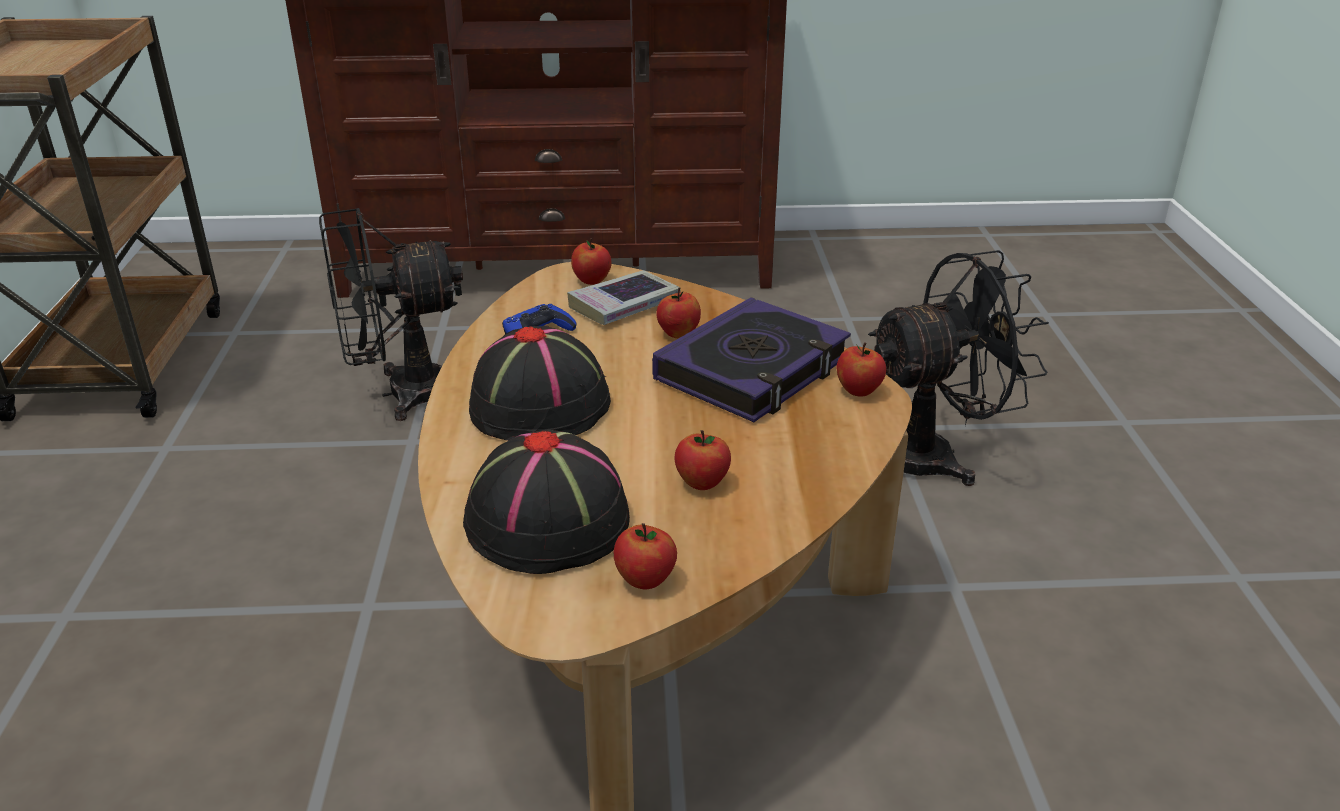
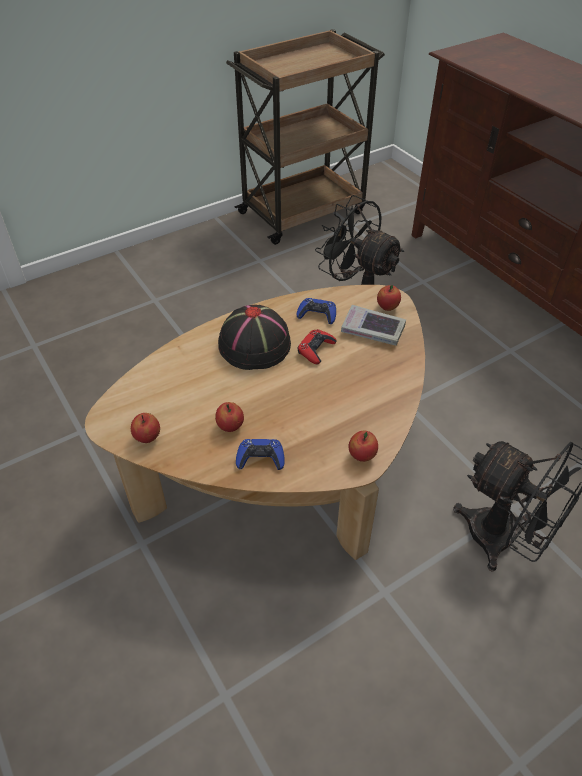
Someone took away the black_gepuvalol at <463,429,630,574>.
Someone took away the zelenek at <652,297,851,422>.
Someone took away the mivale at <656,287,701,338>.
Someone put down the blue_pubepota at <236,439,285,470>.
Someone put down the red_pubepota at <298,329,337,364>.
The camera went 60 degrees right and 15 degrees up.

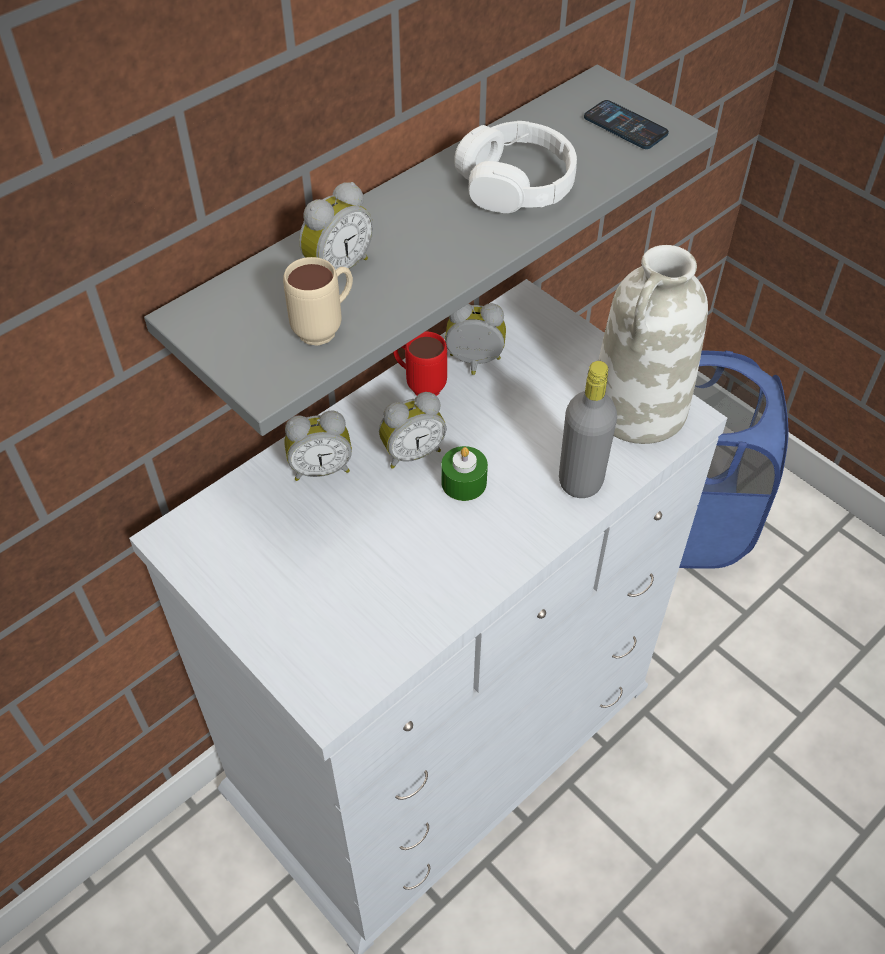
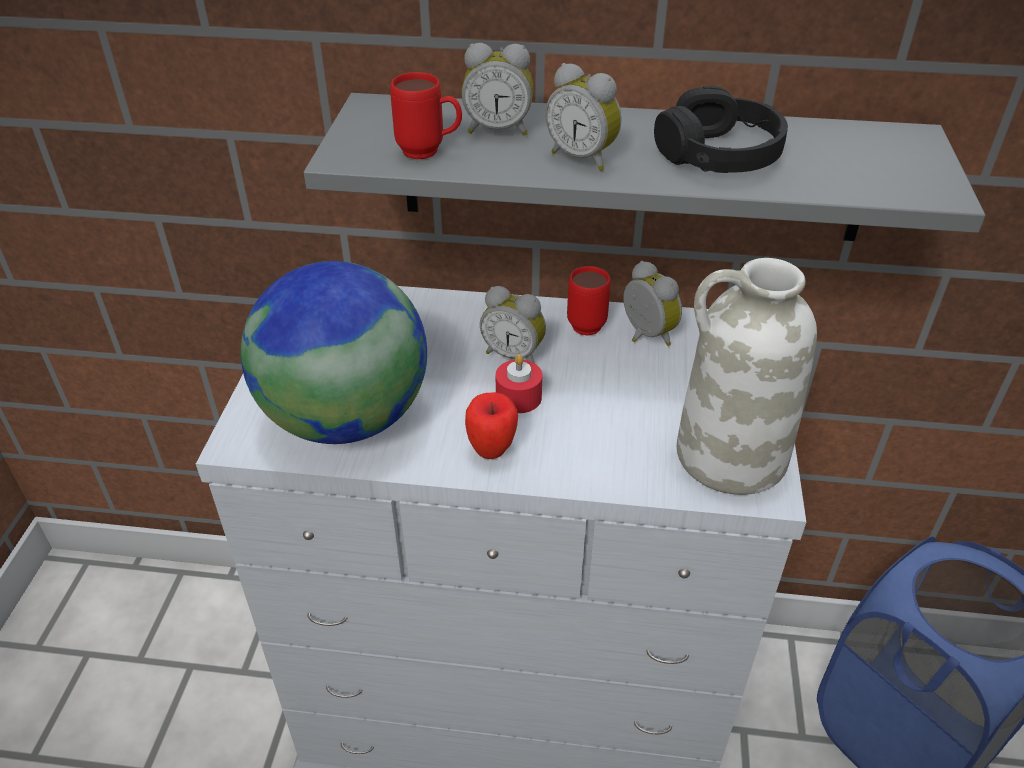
Someone took away the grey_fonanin at <559,361,617,498>.
Someone took away the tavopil at <584,100,669,149>.
Someone put down the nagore at <241,261,427,444>.
Someone put down the mivale at <465,392,518,459>.
Someone carried the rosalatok from <284,411,352,481> to <545,63,621,171>.
Someone repainted the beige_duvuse at <283,257,353,345>, which became the red_duvuse at <390,72,462,159>.
Someone repainted the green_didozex at <441,446,488,501>, which became the red_didozex at <496,354,542,413>.
Someone repainted the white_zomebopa at <454,121,577,213>, which became the black_zomebopa at <654,86,788,173>.
The camera went 50 degrees right and 10 degrees down.

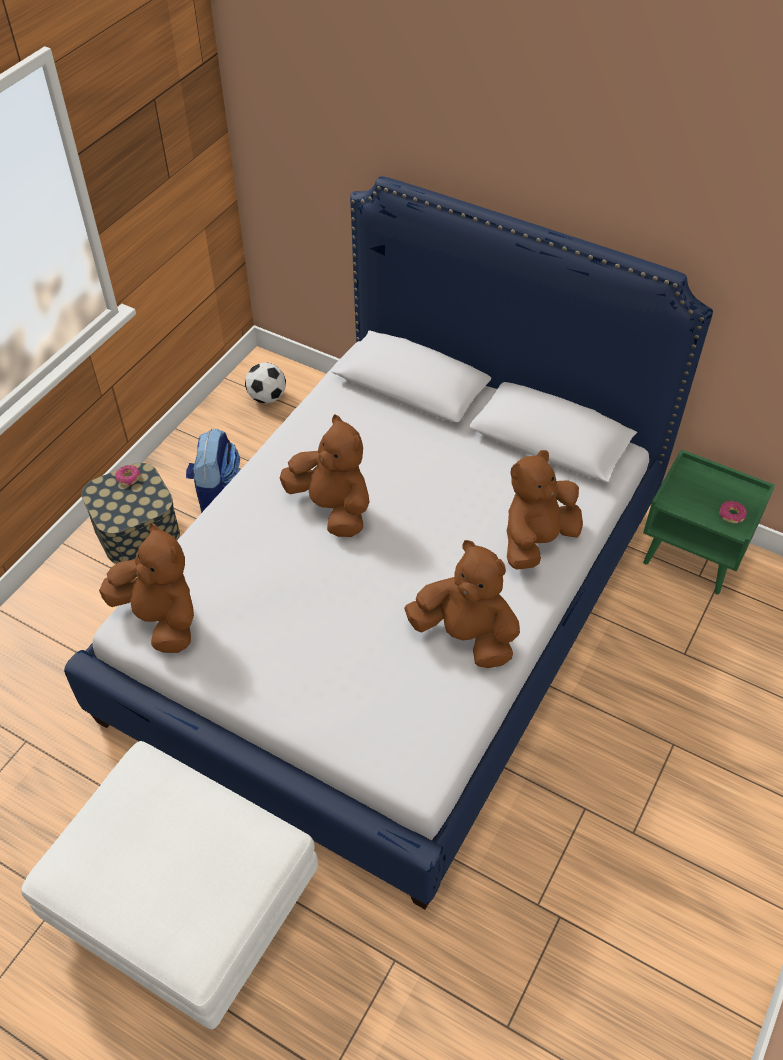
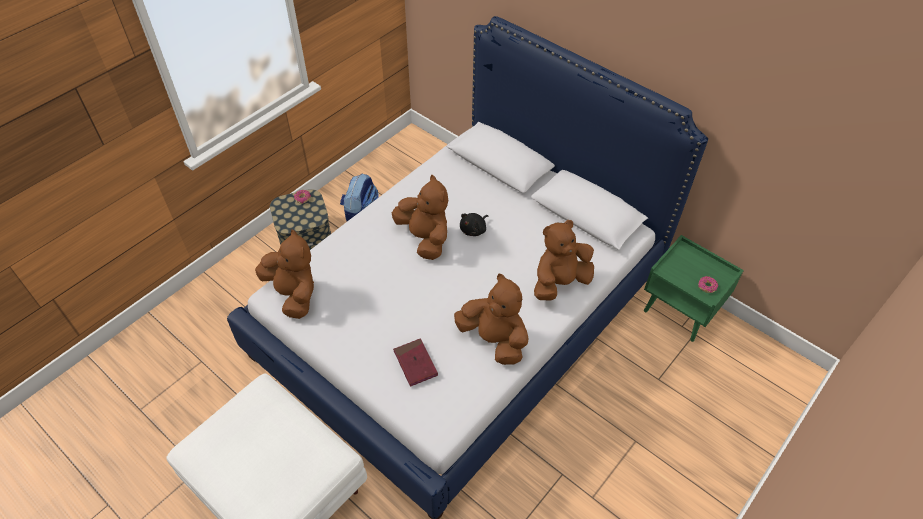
Someone took away the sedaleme at <245,362,286,404>.
Someone put down the red_zelenek at <393,338,438,387>.
Someone put down the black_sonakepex at <460,213,488,236>.
The camera went 10 degrees right and 0 degrees up.

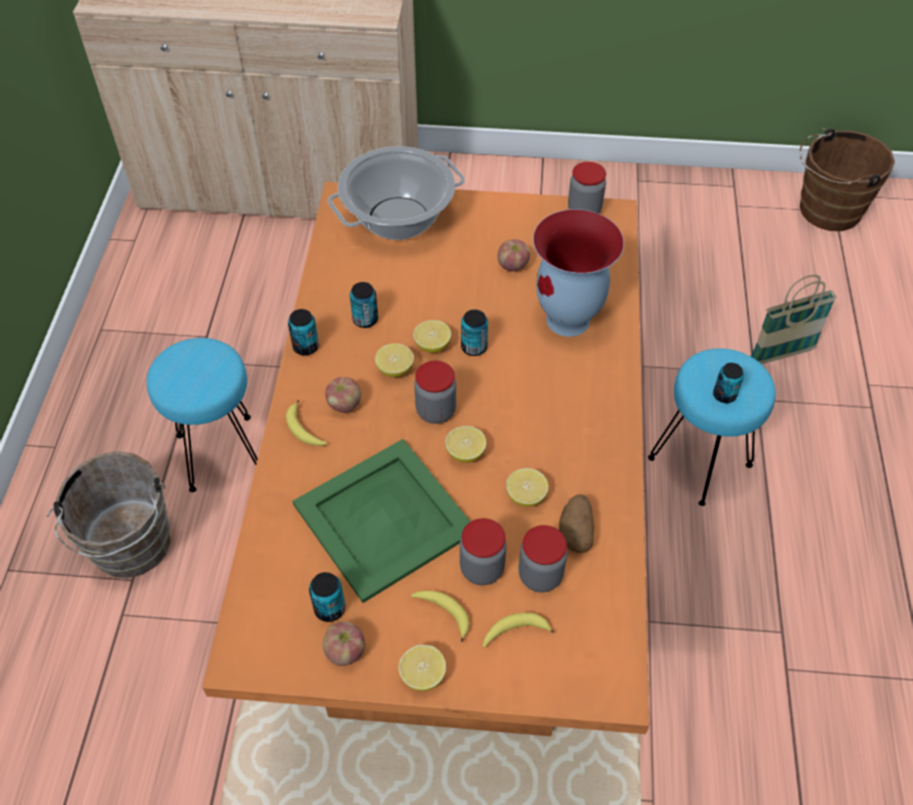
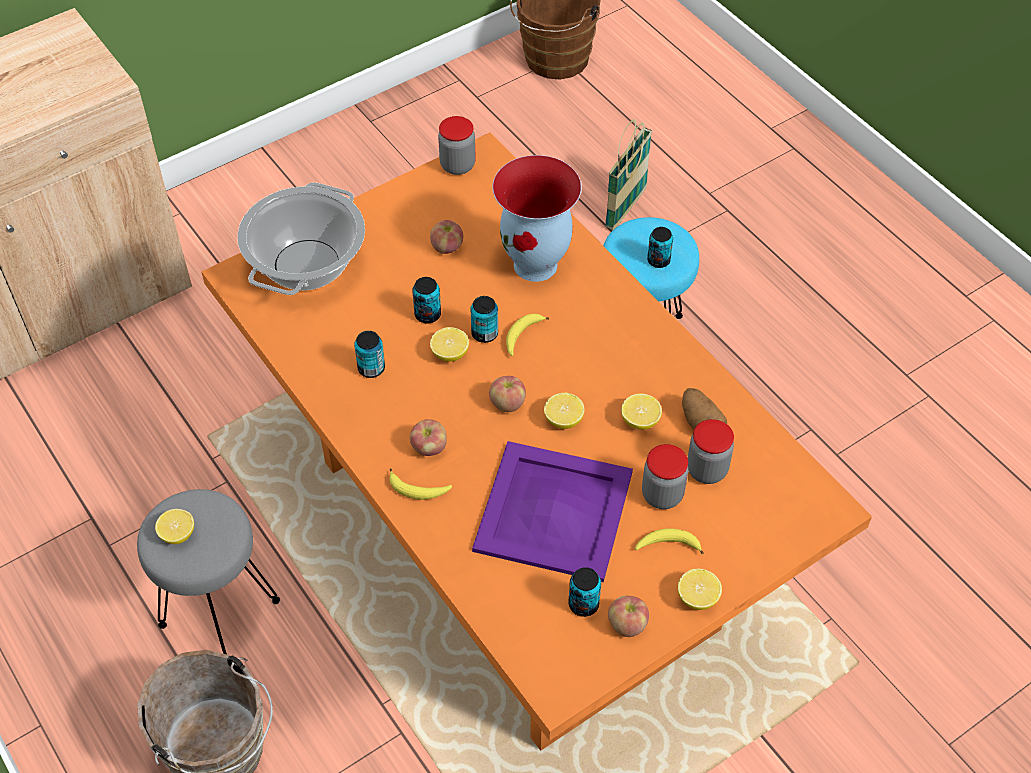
Someone carried the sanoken from <288,309,319,355> to <412,277,441,323>.
Someone carried the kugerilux from <375,343,414,377> to <155,509,194,544>.
Someone carried the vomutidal from <483,613,555,647> to <506,314,549,356>.
Someone swapped the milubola at <414,361,456,424> for the mivale at <489,376,526,412>.
Someone repainted the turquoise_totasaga at <147,338,258,492>, which became the grey_totasaga at <137,489,280,654>.
Someone repainted the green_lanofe at <292,439,471,603>, which became the purple_lanofe at <472,441,633,582>.
The camera went 40 degrees left and 0 degrees up.

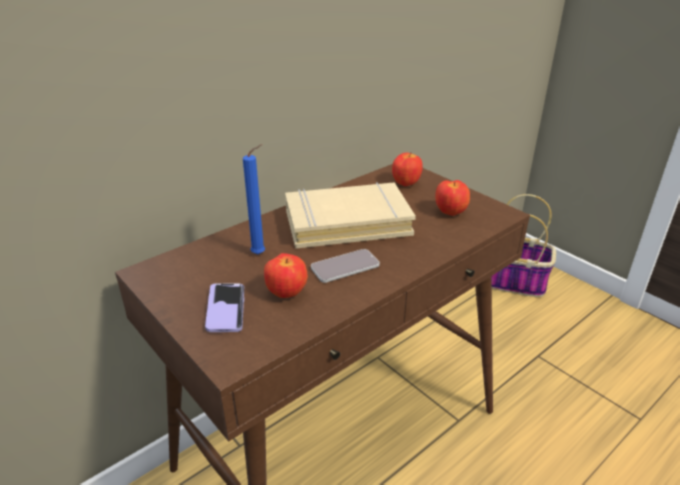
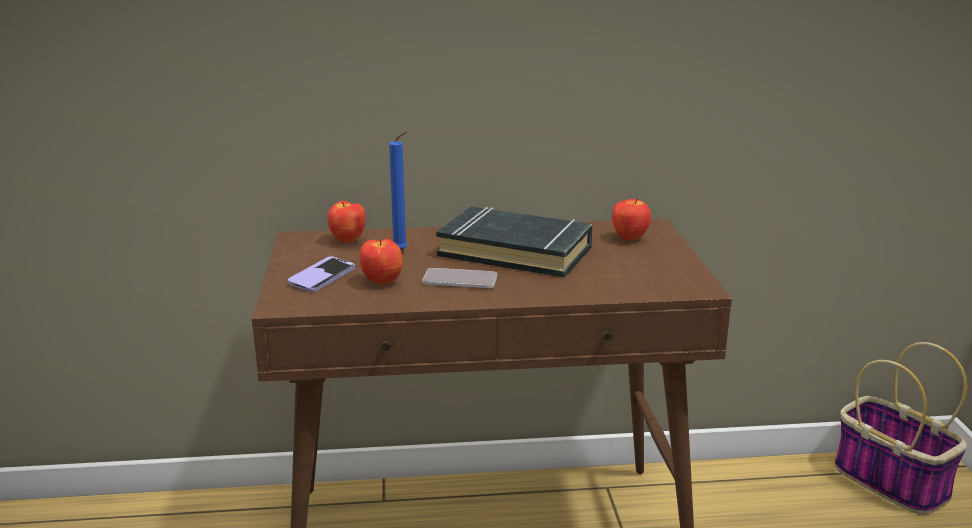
Someone carried the mivale from <435,180,470,216> to <327,201,366,242>.
Someone repainted the beige_zelenek at <285,182,416,249>, which became the black_zelenek at <436,207,592,277>.
The camera went 35 degrees right and 10 degrees down.

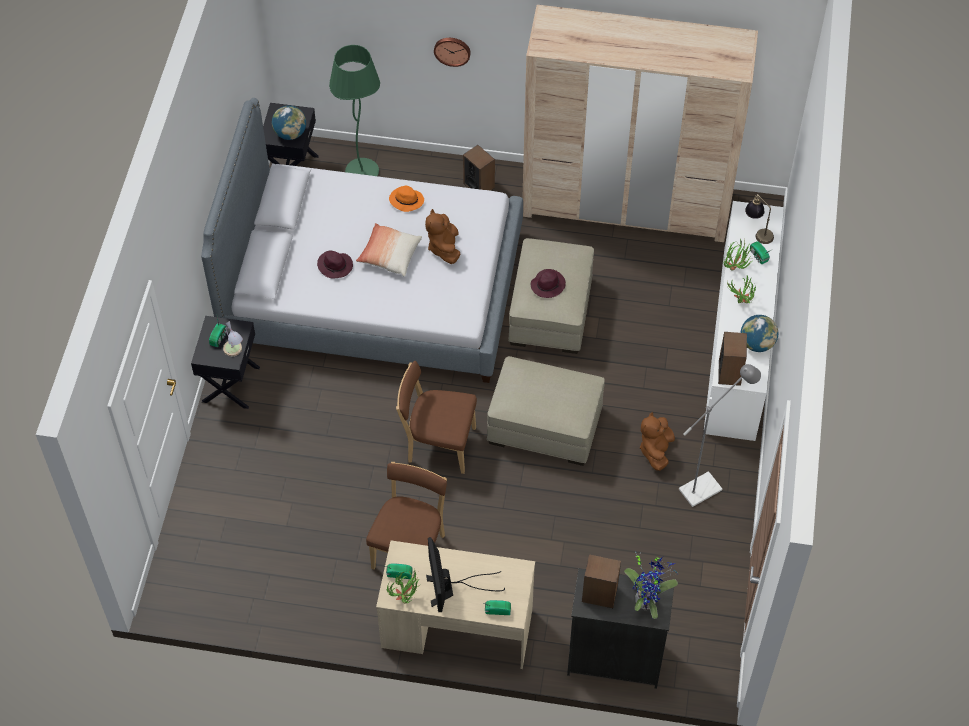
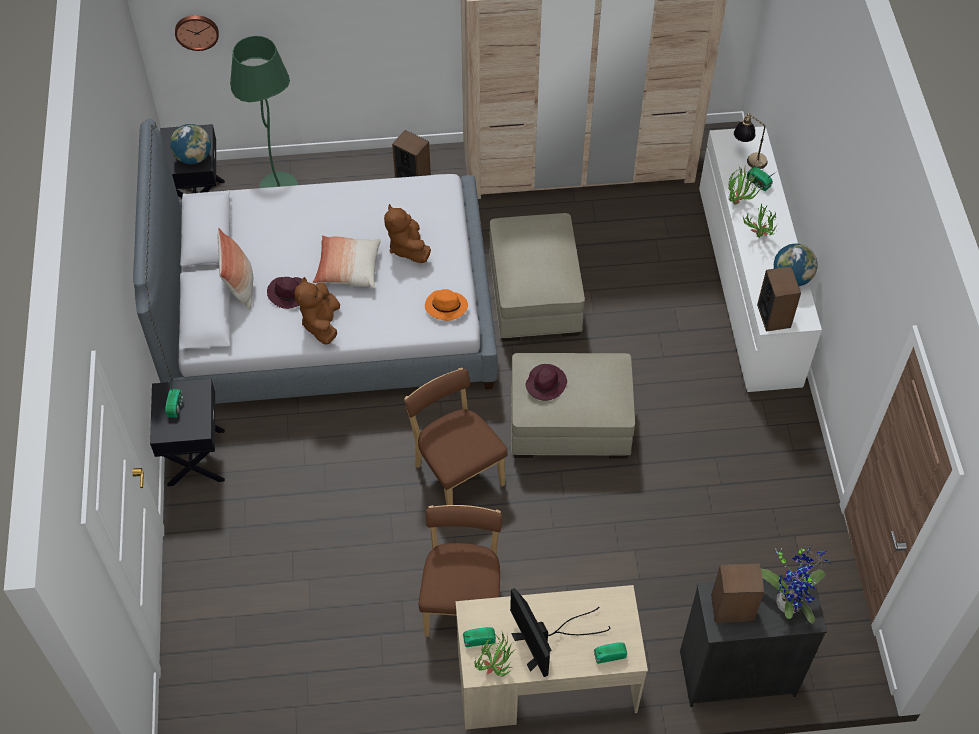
Someone took away the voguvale at <223,321,243,357>.
Someone took away the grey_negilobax at <679,364,761,507>.
Someone put down the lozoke at <218,228,253,310>.
Someone carried the orange_gepuvalol from <389,186,424,212> to <425,289,468,321>.
Someone carried the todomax from <434,38,471,67> to <175,15,219,51>.
Someone carried the purple_gepuvalol from <531,269,566,298> to <526,364,567,401>.
Someone carried the brown_sonakepex from <640,412,675,471> to <294,277,340,344>.
Someone rotated the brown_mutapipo at <396,361,477,474> by 60 degrees clockwise.
The camera went 15 degrees left and 0 degrees up.

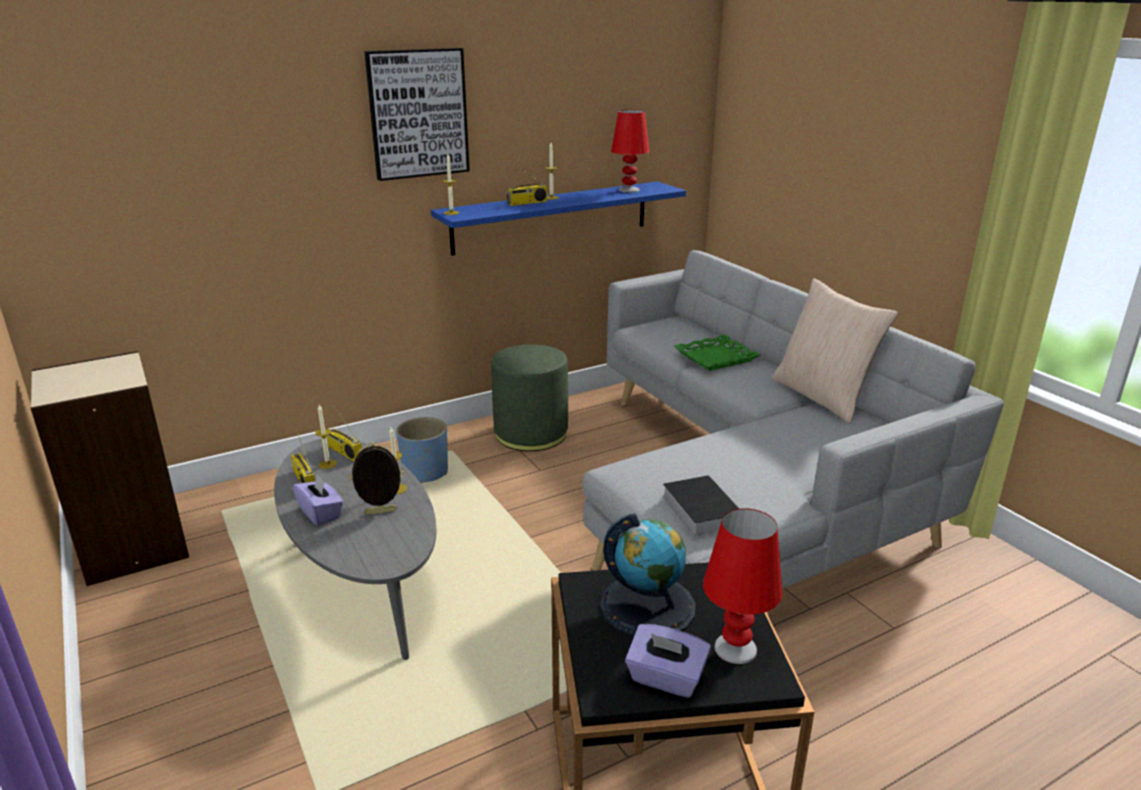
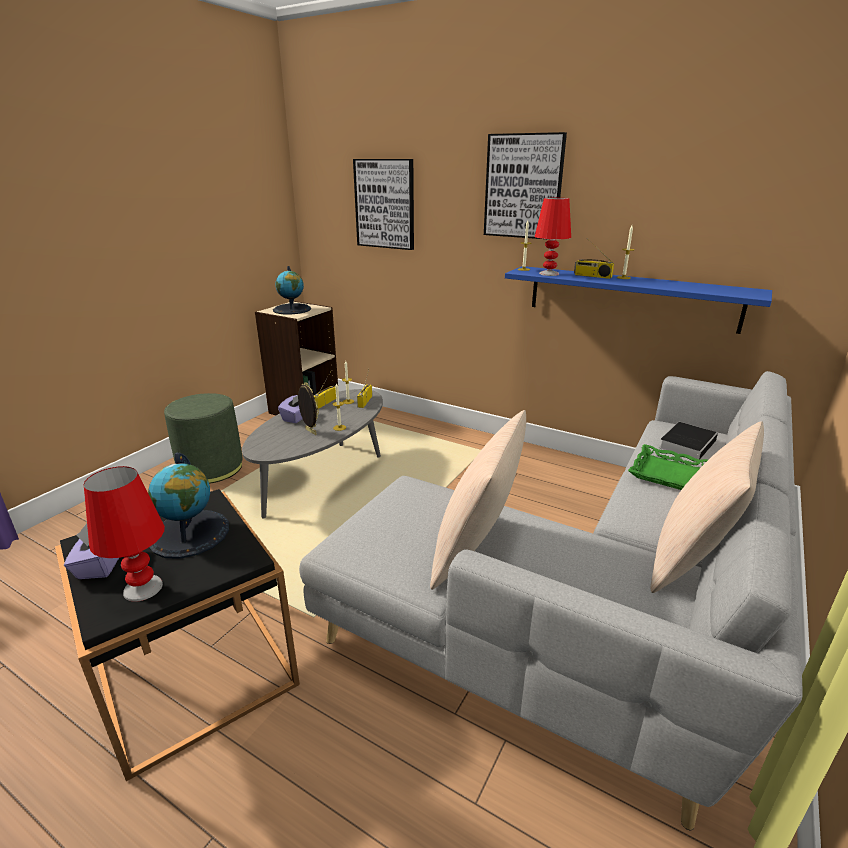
Someone took away the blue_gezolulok at <396,417,448,483>.
Someone put down the nagore at <273,266,311,315>.
Someone put up the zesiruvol at <353,159,414,250>.
Someone put down the beige_lozoke at <430,410,526,590>.
Someone carried the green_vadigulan from <492,344,568,451> to <164,393,243,484>.
Someone carried the red_voguvale from <611,110,650,193> to <535,198,571,276>.
Someone carried the zelenek from <663,475,741,536> to <659,422,718,459>.
The camera went 60 degrees right and 0 degrees up.

